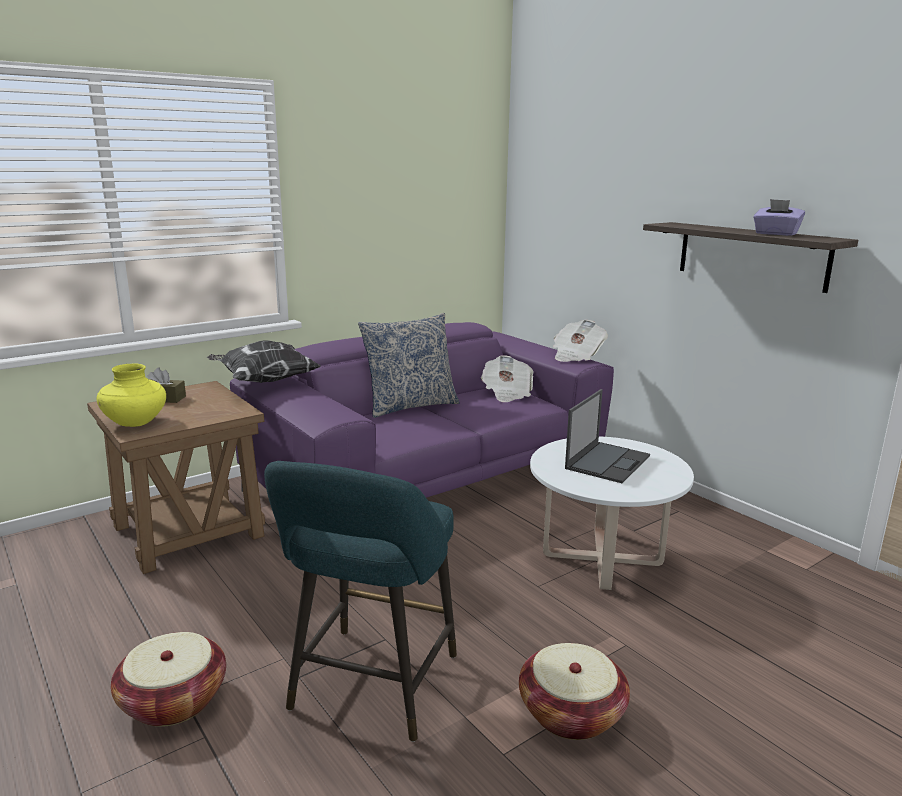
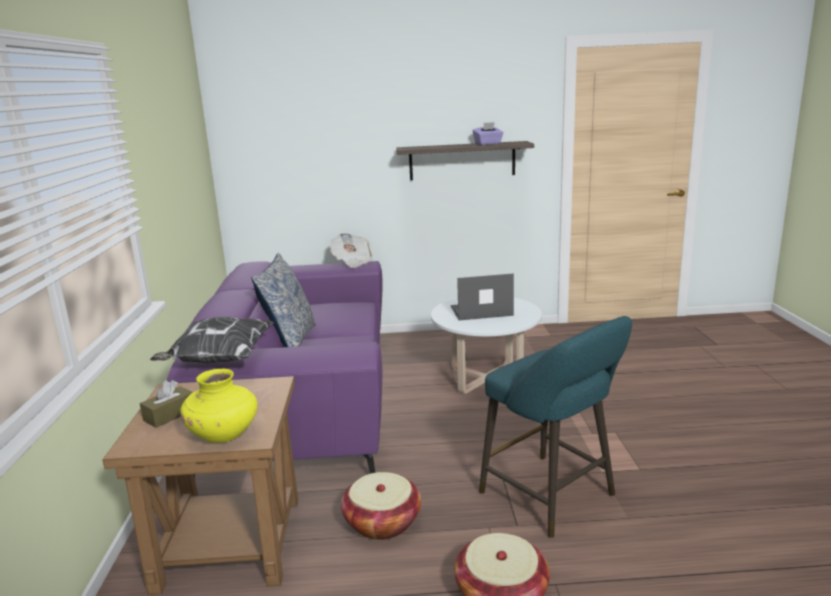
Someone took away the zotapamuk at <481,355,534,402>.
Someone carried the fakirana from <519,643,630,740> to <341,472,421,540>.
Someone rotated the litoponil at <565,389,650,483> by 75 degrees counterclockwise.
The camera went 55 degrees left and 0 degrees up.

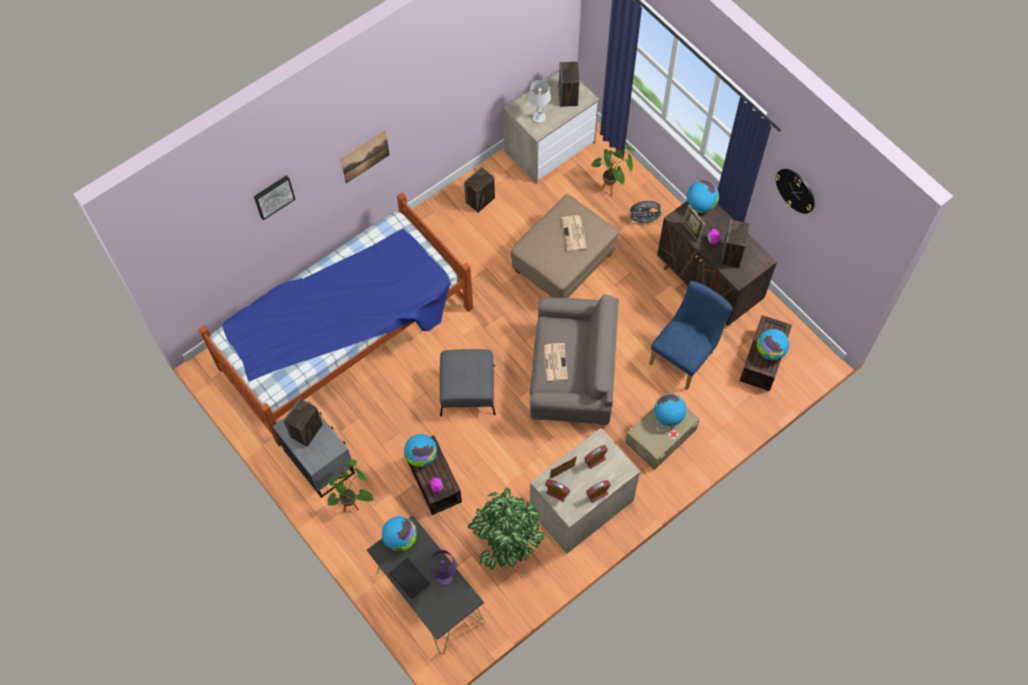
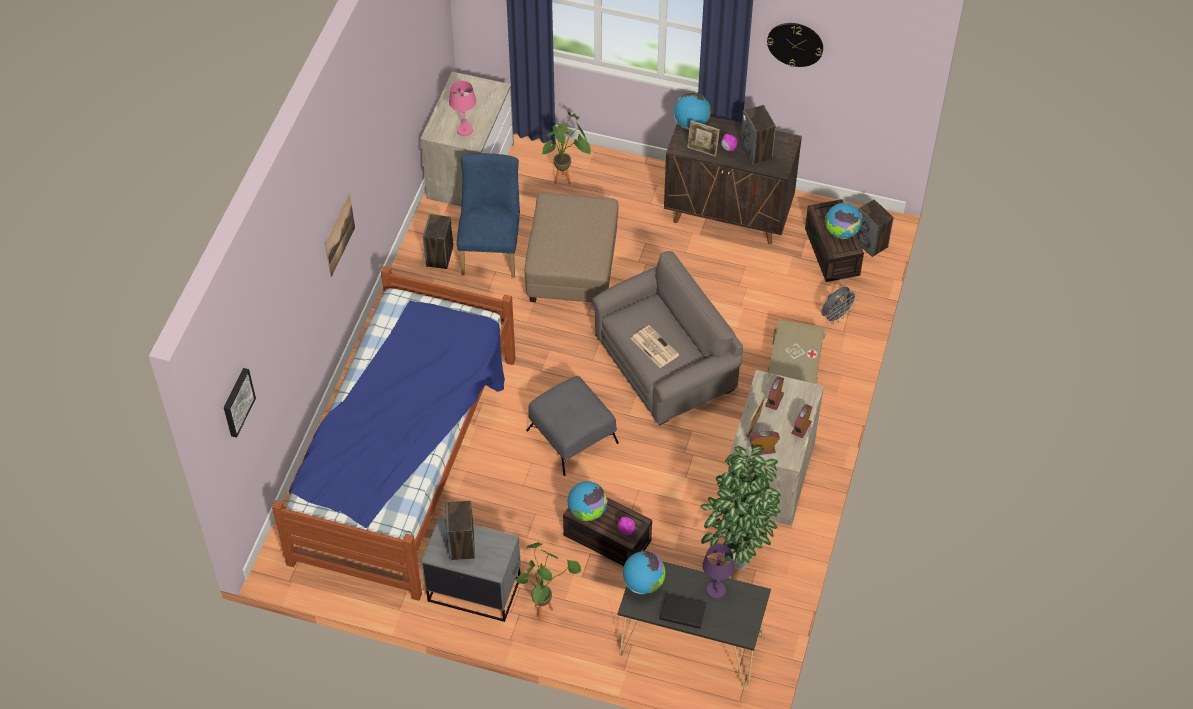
Someone took away the zotapamuk at <561,215,587,250>.
Someone took away the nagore at <654,393,687,426>.
Someone carried the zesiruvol from <254,175,295,220> to <224,368,256,438>.
Someone carried the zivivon from <559,62,580,107> to <856,200,894,257>.
Someone carried the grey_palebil from <629,201,664,225> to <821,287,858,324>.
Someone carried the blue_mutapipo from <649,281,733,390> to <457,153,520,278>.
Someone repainted the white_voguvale at <528,80,551,124>, which became the pink_voguvale at <449,81,476,136>.
The camera went 35 degrees left and 10 degrees down.

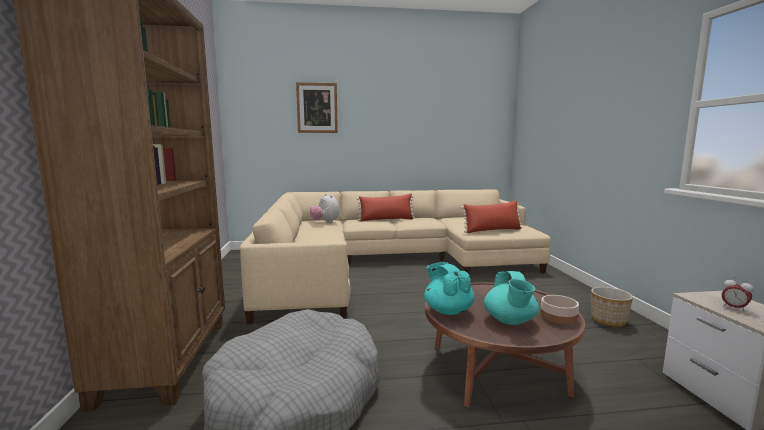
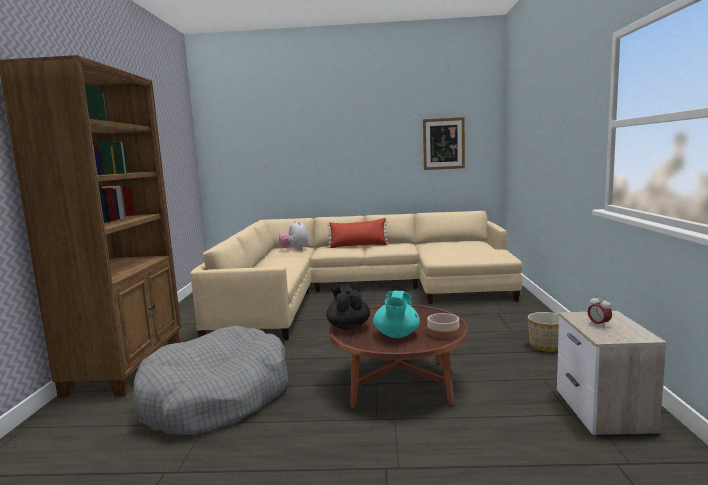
Someone took away the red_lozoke at <461,200,522,233>.
Someone carried the zesiruvol from <296,82,338,133> to <423,117,465,170>.
Someone repainted the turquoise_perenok at <424,262,475,315>, which became the black_perenok at <326,284,370,330>.
The camera went 10 degrees right and 0 degrees up.

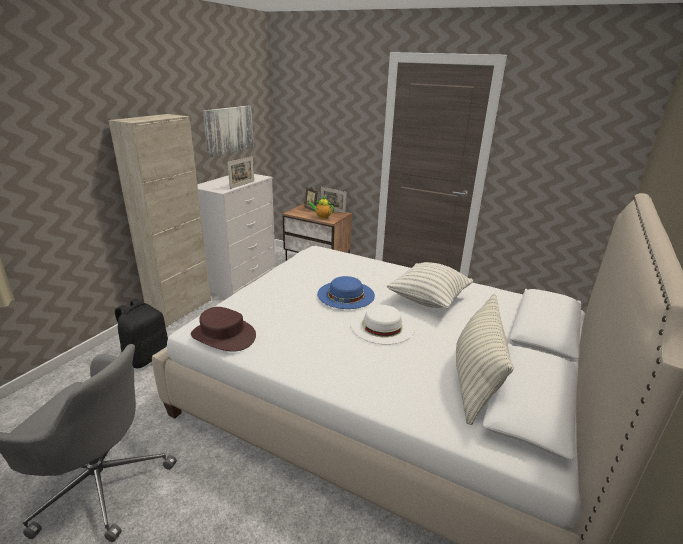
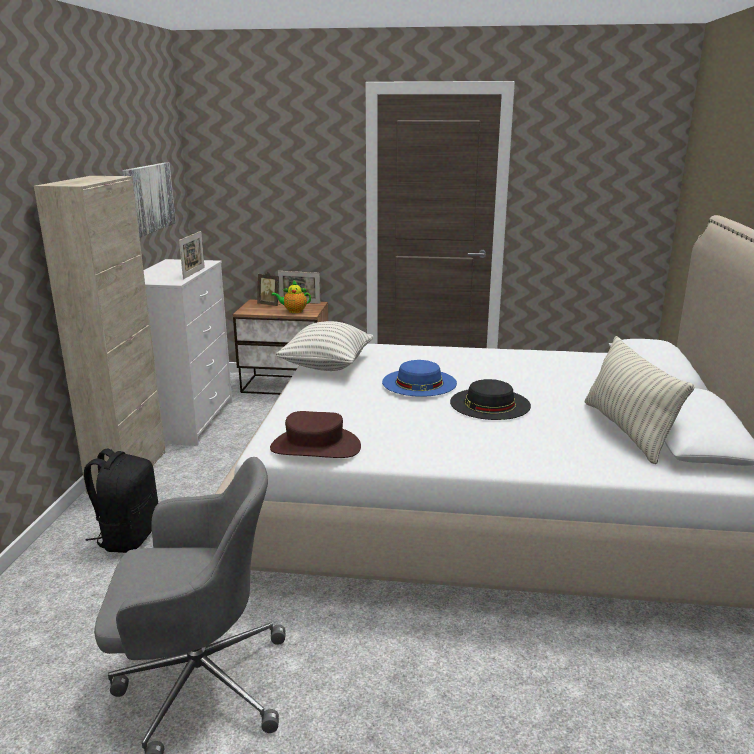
Someone carried the lozoke from <387,262,473,308> to <276,321,373,371>.
Someone repainted the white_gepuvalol at <350,305,415,345>, which became the black_gepuvalol at <450,379,531,420>.
The camera went 20 degrees left and 5 degrees down.

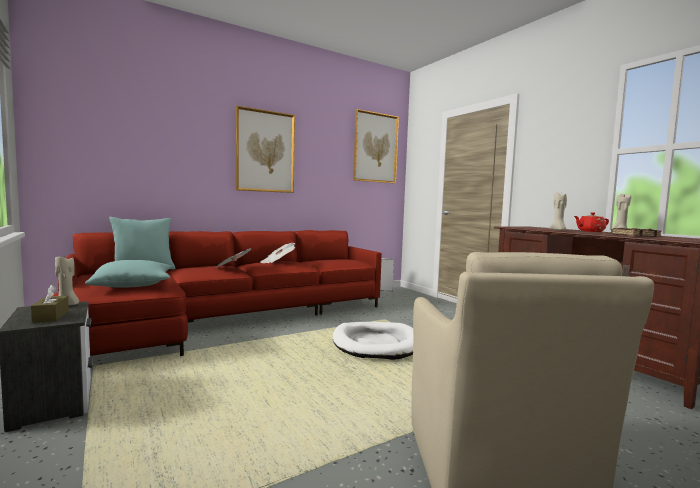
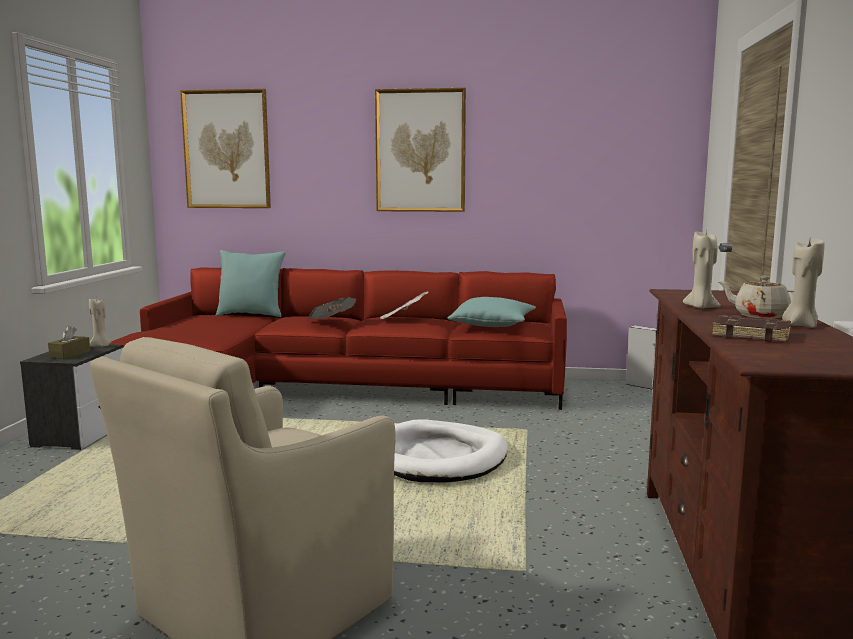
Someone carried the turquoise_lozoke from <85,260,172,288> to <448,297,536,327>.
Someone carried the zesiruvol from <353,109,399,183> to <180,89,271,208>.
Someone repainted the red_perenok at <574,212,609,232>, which became the beige_perenok at <717,276,794,319>.
The camera went 40 degrees right and 5 degrees up.

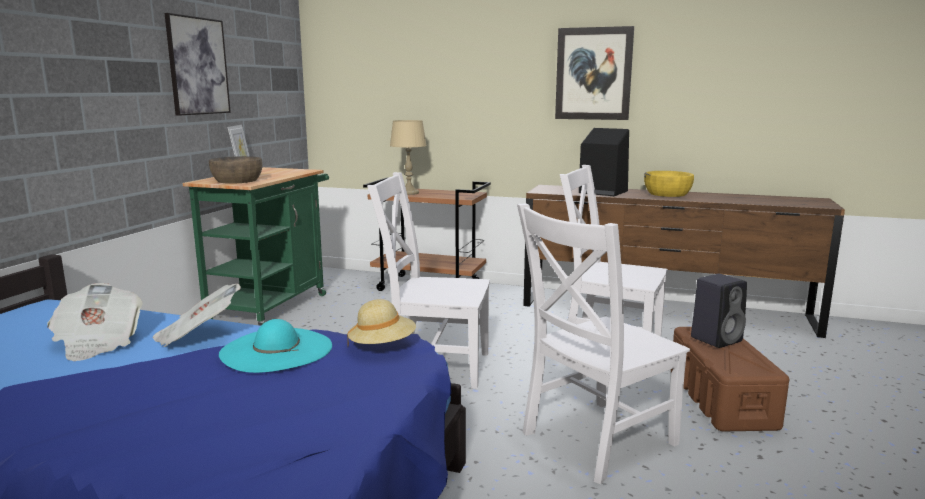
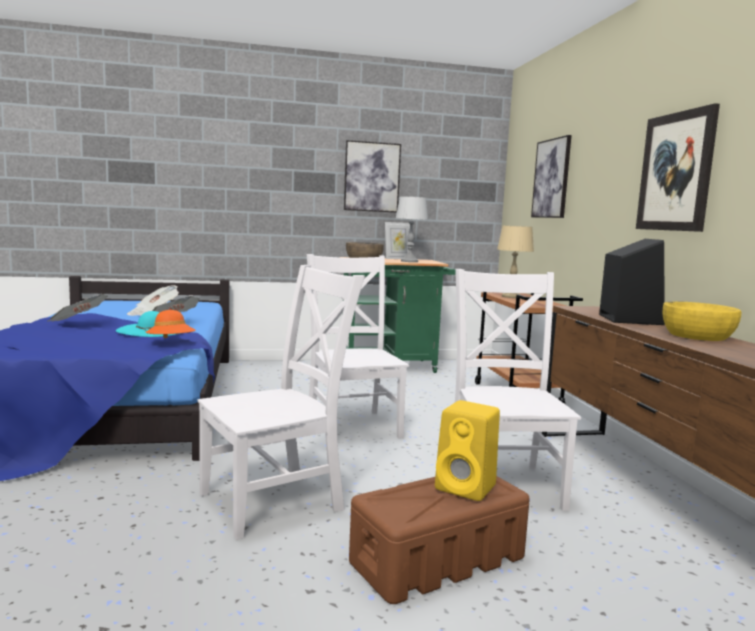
Someone put down the zotapamuk at <48,294,108,321>.
Someone put down the grey_voguvale at <396,196,428,262>.
Someone put up the zesiruvol at <531,135,572,218>.
Someone repainted the beige_gepuvalol at <347,299,416,345>, which became the orange_gepuvalol at <146,310,195,338>.
Someone repainted the black_zivivon at <691,274,747,348>, which became the yellow_zivivon at <435,400,500,501>.
Someone rotated the white_mutapipo at <517,204,690,484> by 120 degrees clockwise.
The camera went 60 degrees right and 5 degrees down.

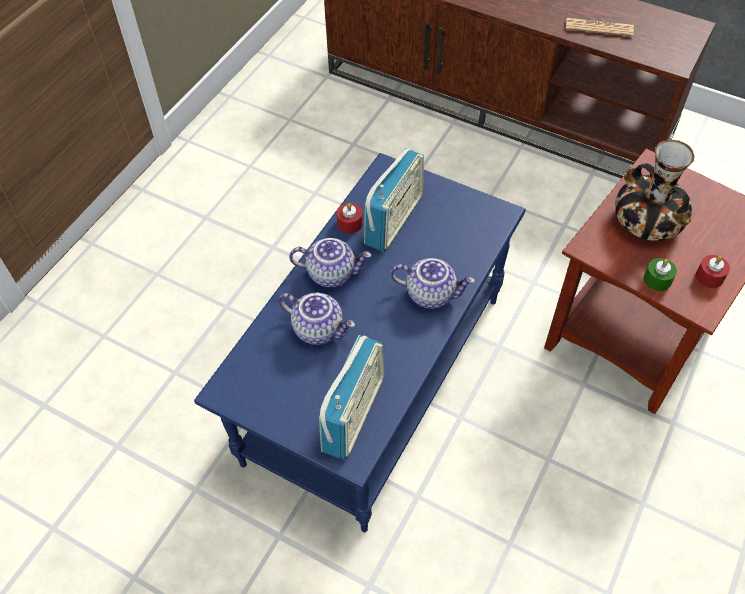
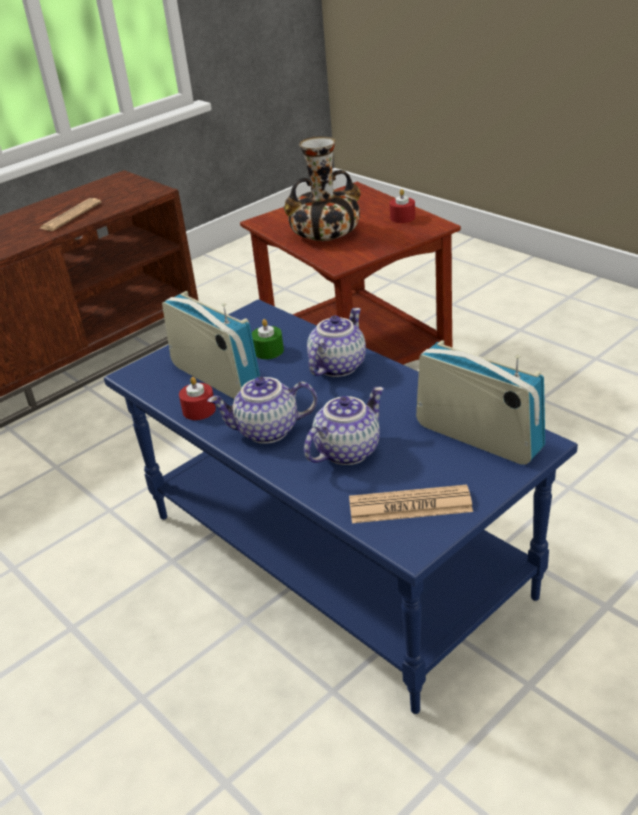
Someone put down the zotapamuk at <349,485,473,523>.
Someone carried the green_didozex from <644,258,677,291> to <252,319,284,359>.
Someone rotated the perenok at <289,238,372,288> by 120 degrees counterclockwise.
The camera went 70 degrees left and 20 degrees down.

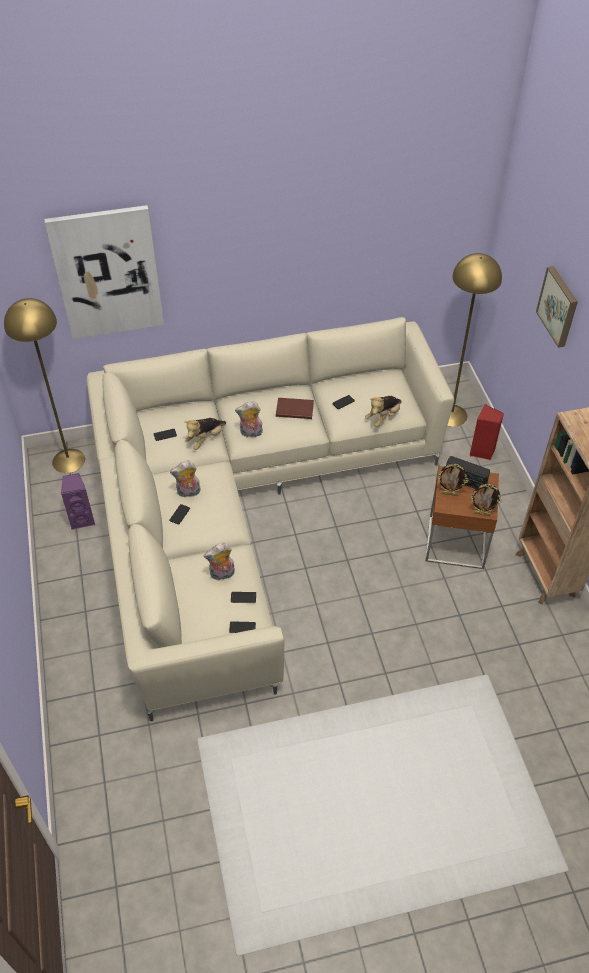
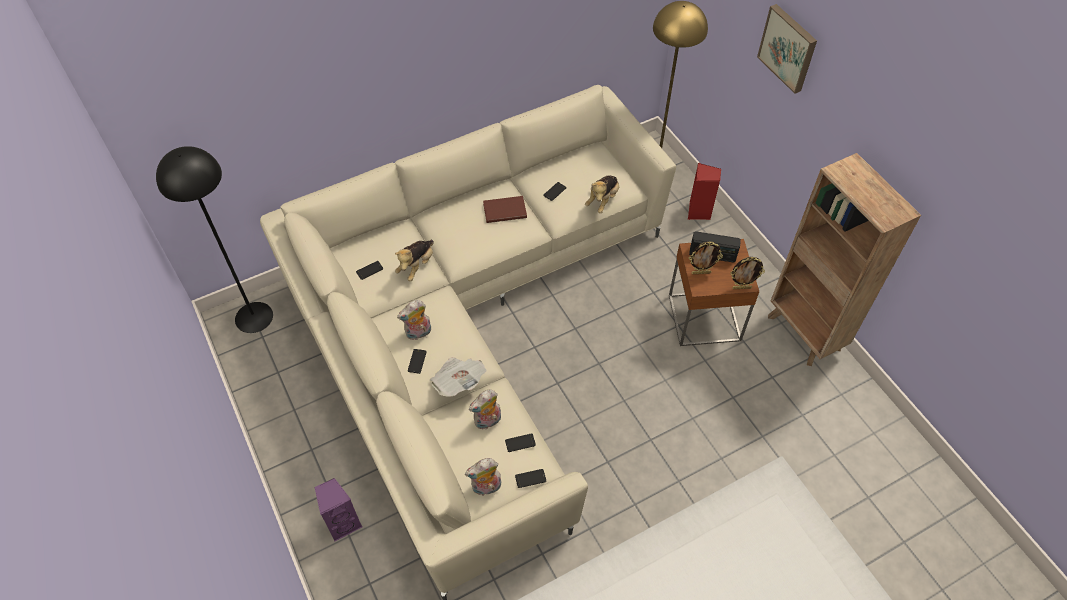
Someone took away the zesiruvol at <44,205,164,339>.
Someone put down the zotapamuk at <430,357,487,397>.
Someone carried the purple_zivivon from <61,473,95,530> to <315,478,363,542>.
Someone carried the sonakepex from <235,401,263,437> to <465,458,501,496>.
Someone repainted the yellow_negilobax at <4,298,85,473>, which became the black_negilobax at <156,146,273,333>.
The camera went 15 degrees left and 5 degrees up.

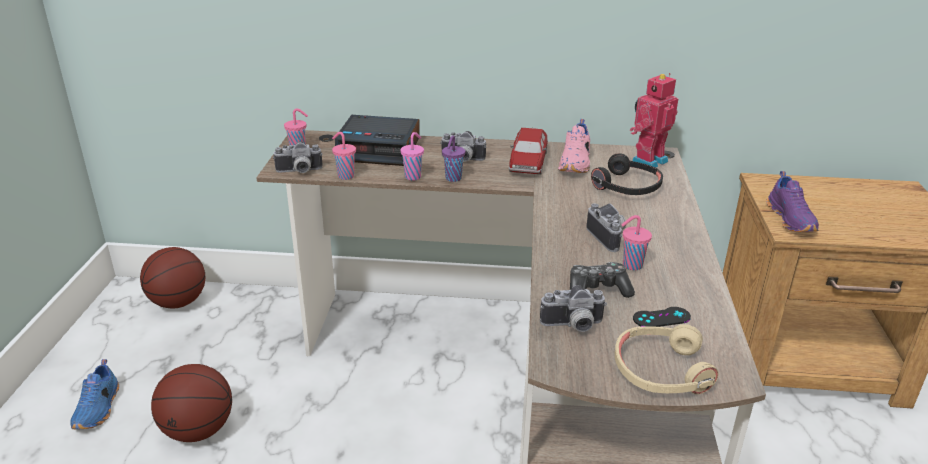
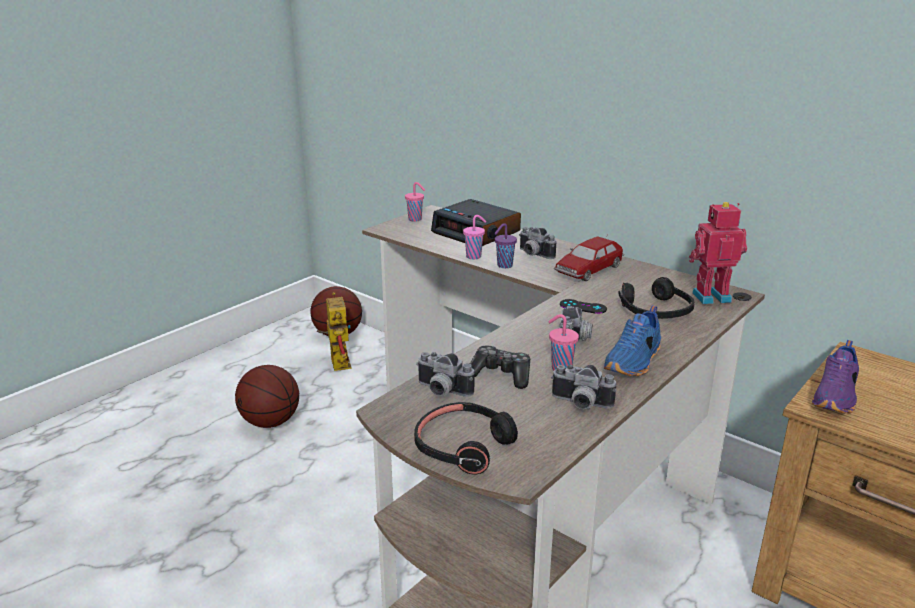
Someone took away the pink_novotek at <332,132,356,180>.
Someone took away the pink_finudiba at <558,119,590,173>.
Someone put down the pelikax at <317,292,351,371>.
Someone carried the blue_finudiba from <70,359,119,429> to <604,305,661,376>.
Someone carried the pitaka from <273,141,323,173> to <551,365,616,409>.
Someone carried the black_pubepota from <633,307,691,327> to <560,299,607,314>.
Someone repainted the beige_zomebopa at <615,325,719,395>, which became the black_zomebopa at <414,402,518,475>.
The camera went 35 degrees right and 5 degrees down.

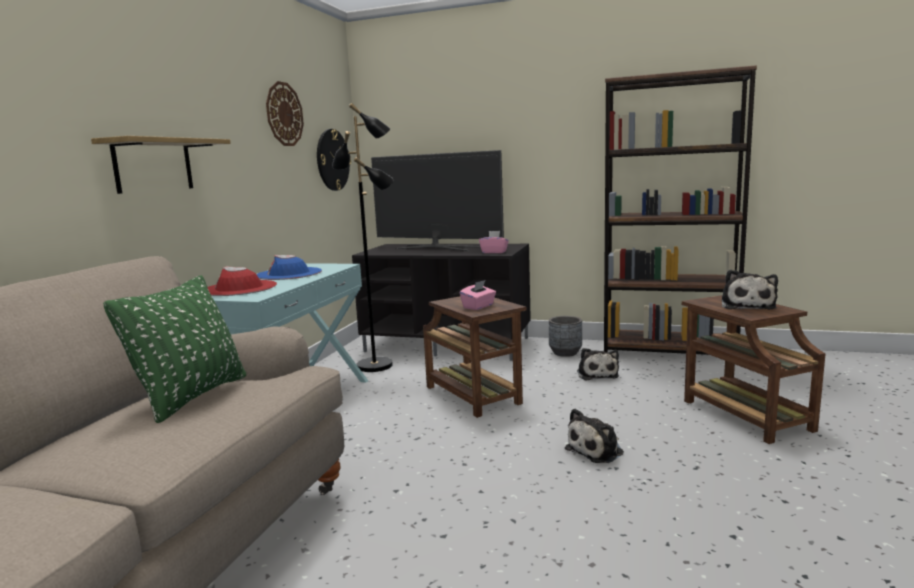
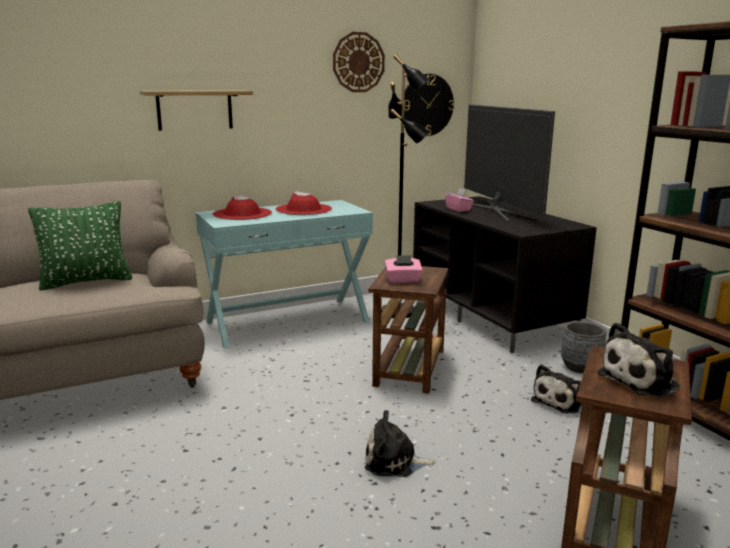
Someone carried the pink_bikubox from <479,231,509,253> to <445,188,474,212>.
Someone repainted the blue_gepuvalol at <257,255,322,280>, which became the red_gepuvalol at <275,191,332,215>.
The camera went 45 degrees right and 5 degrees up.

